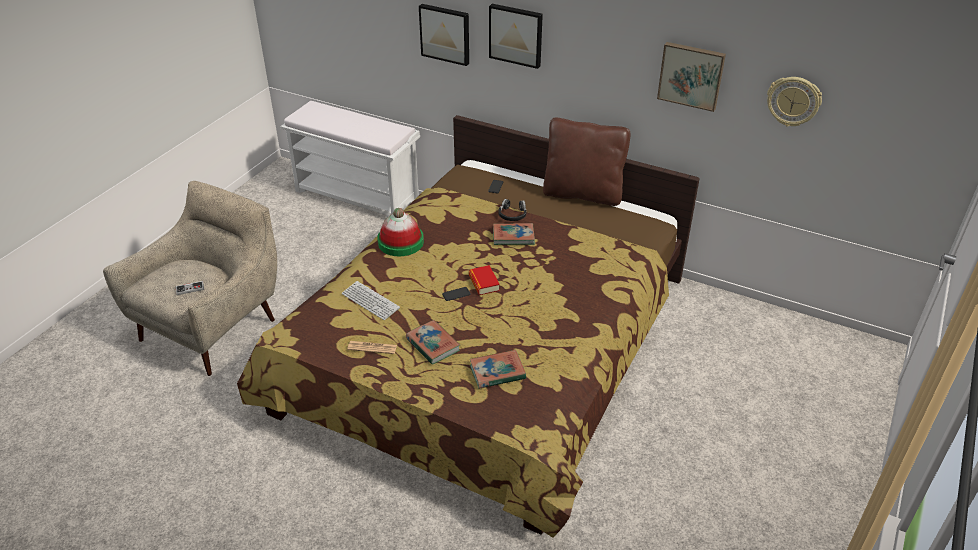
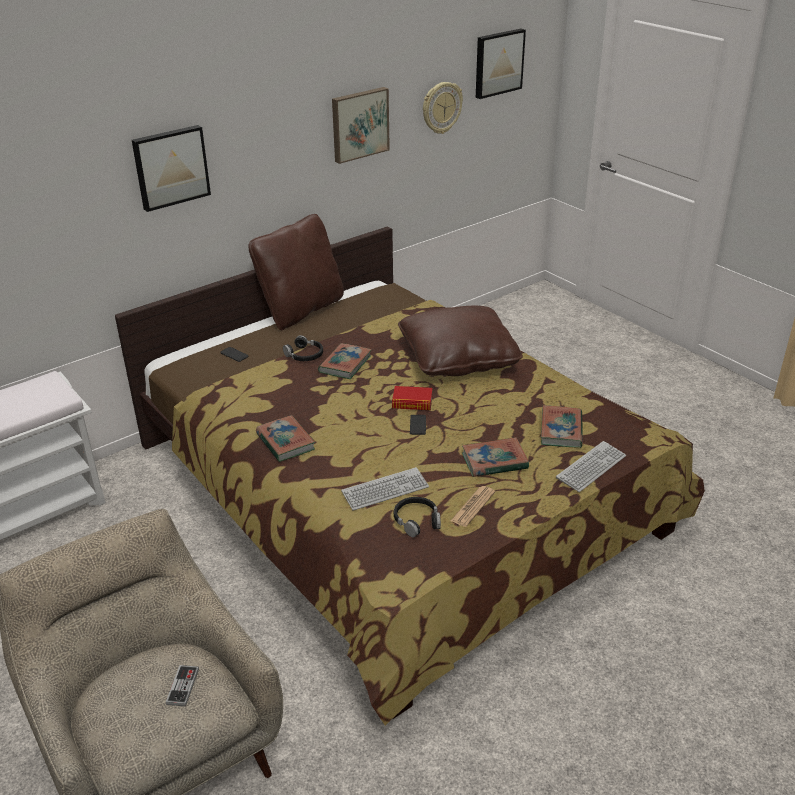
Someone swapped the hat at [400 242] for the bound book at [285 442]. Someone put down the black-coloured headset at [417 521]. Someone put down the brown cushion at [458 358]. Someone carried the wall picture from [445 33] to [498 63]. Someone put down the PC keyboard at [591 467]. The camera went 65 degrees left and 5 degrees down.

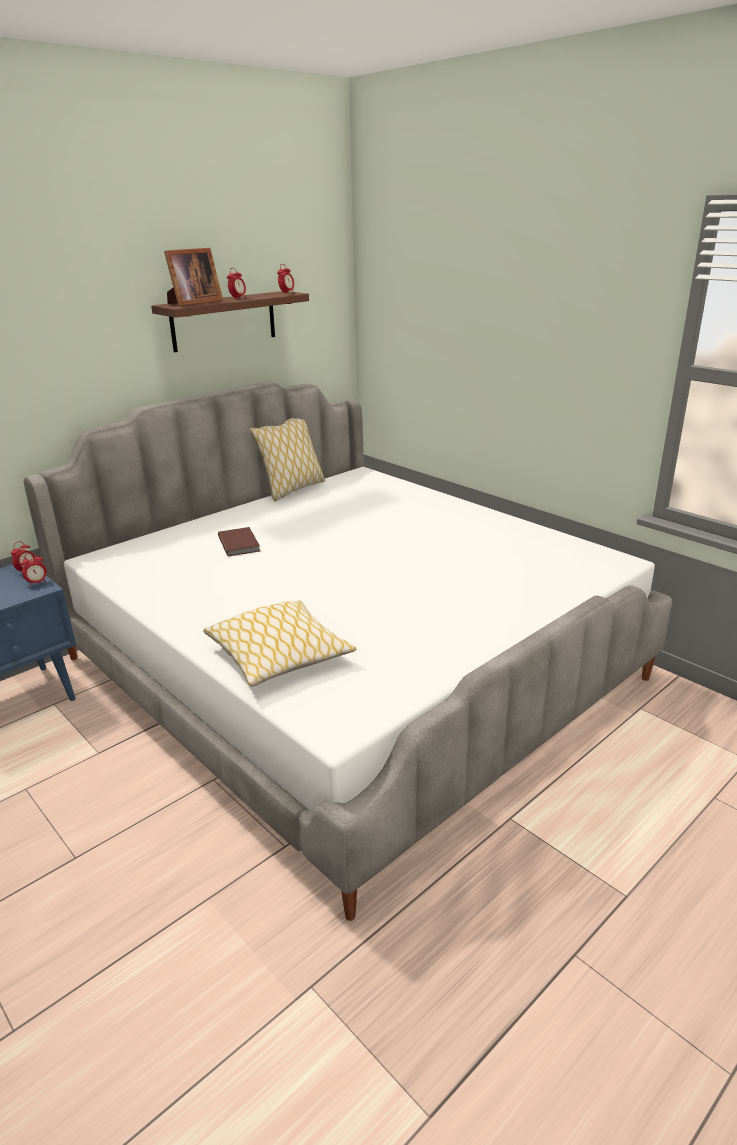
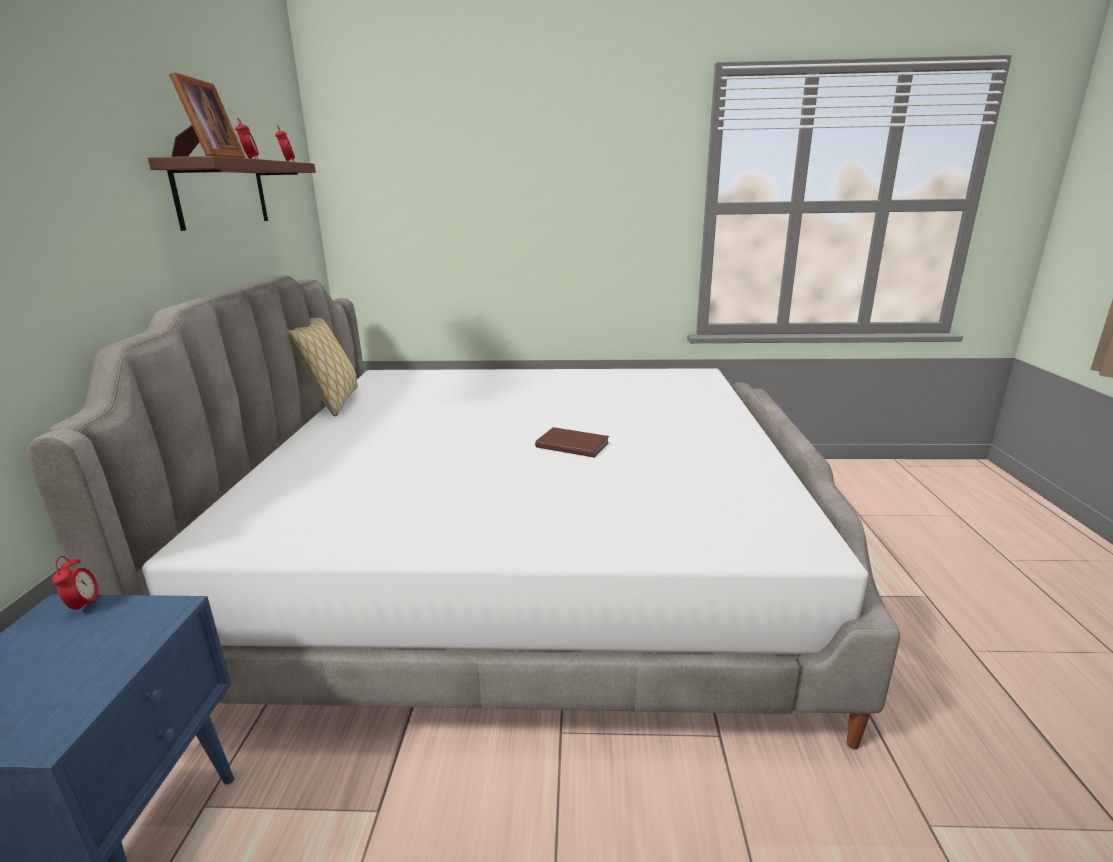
Someone carried the brown bound book from [240 543] to [572 444]. Someone took away the bedside clock at [37 583]. Someone took away the cushion at [279 656]. The camera went 45 degrees left and 5 degrees down.

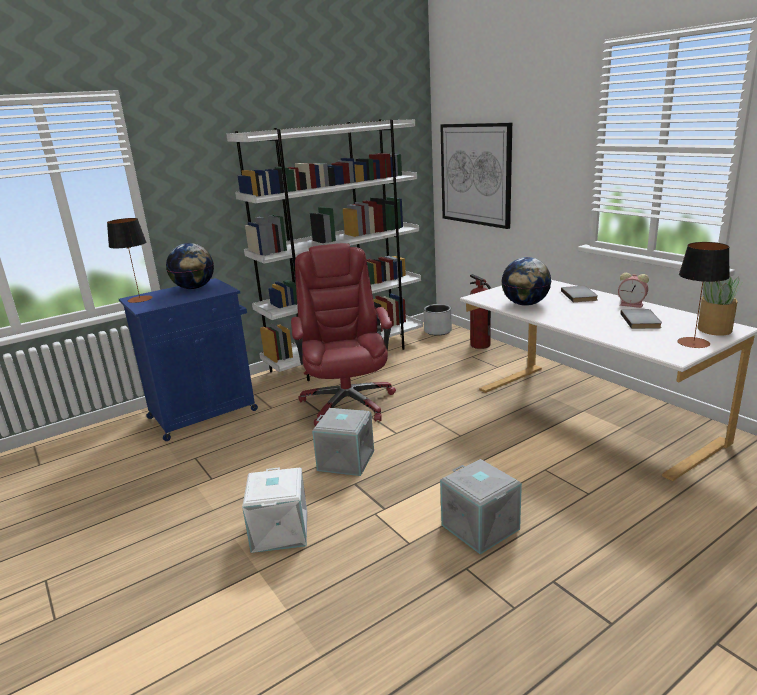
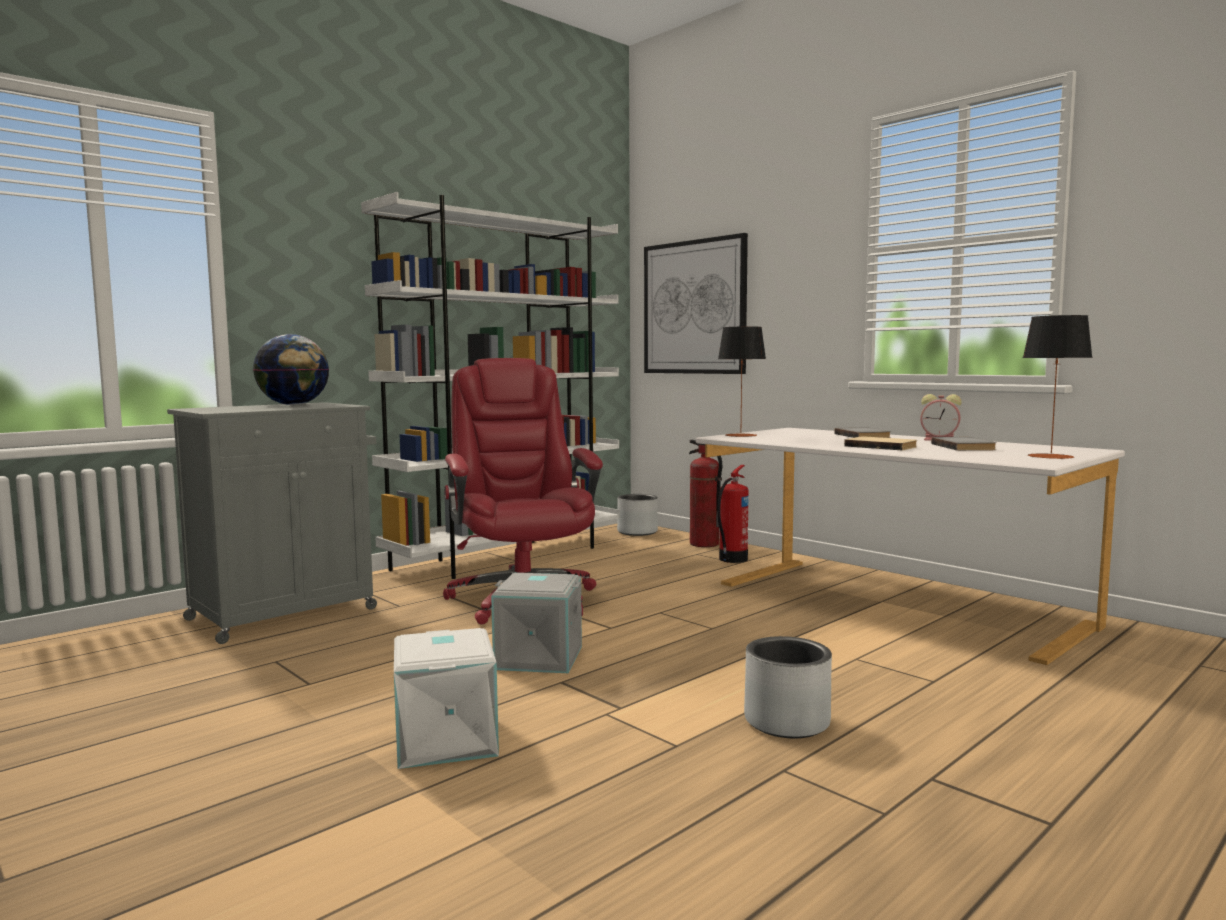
Someone repainted the blue-coloured cupboard at [205 413], which became the grey cupboard at [286 613]. Someone carried the lamp for a table from [140 299] to [740 435]. Someone put down the fire-fighting cylinder at [731 559]. Someone swapped the grey storage container at [481 527] for the grey planter at [787 722]. Someone put down the sand-coloured bound book at [881 446]. Someone took away the desk globe at [525 304]. Someone took away the potted plant at [714 329]. The camera went 10 degrees left and 15 degrees down.

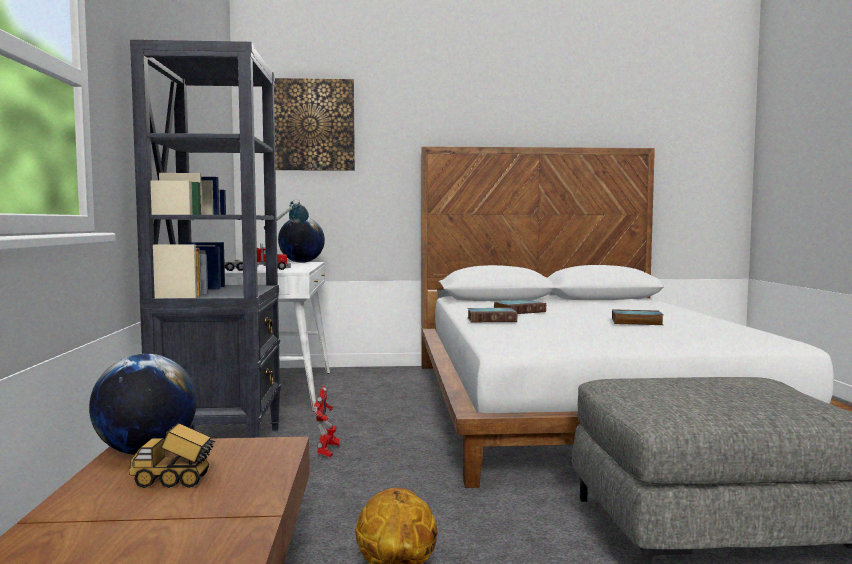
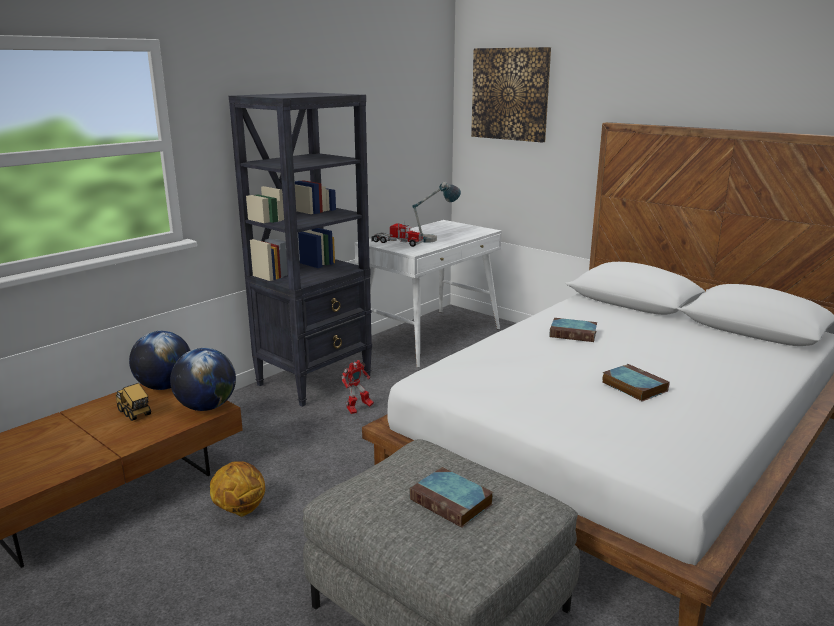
Someone carried the desk globe from [301 262] to [206 407]. Someone carried the bound book from [492 319] to [452 502]. The camera went 45 degrees right and 15 degrees up.

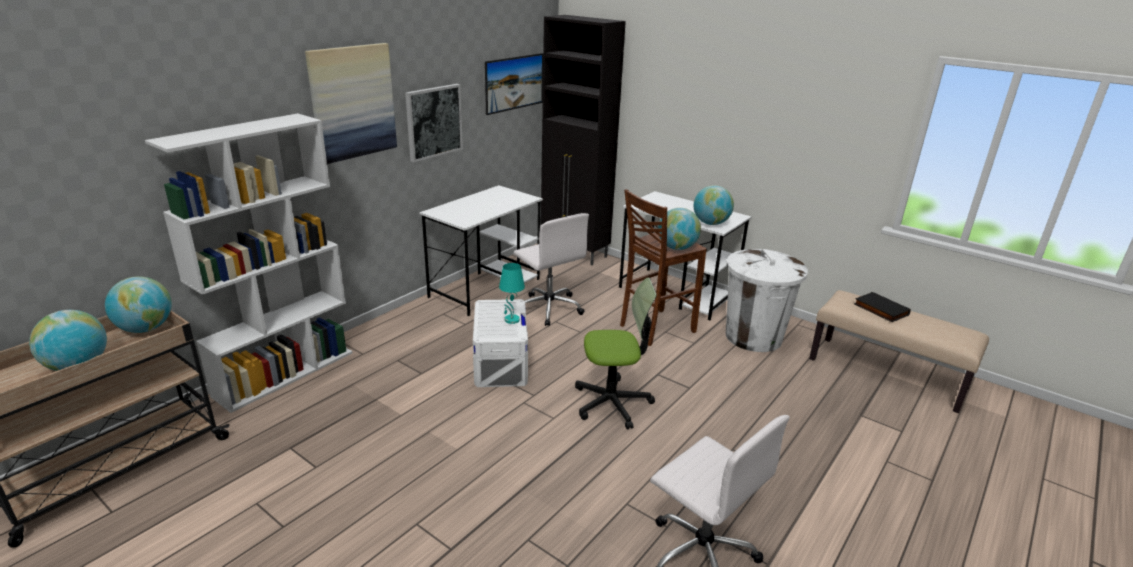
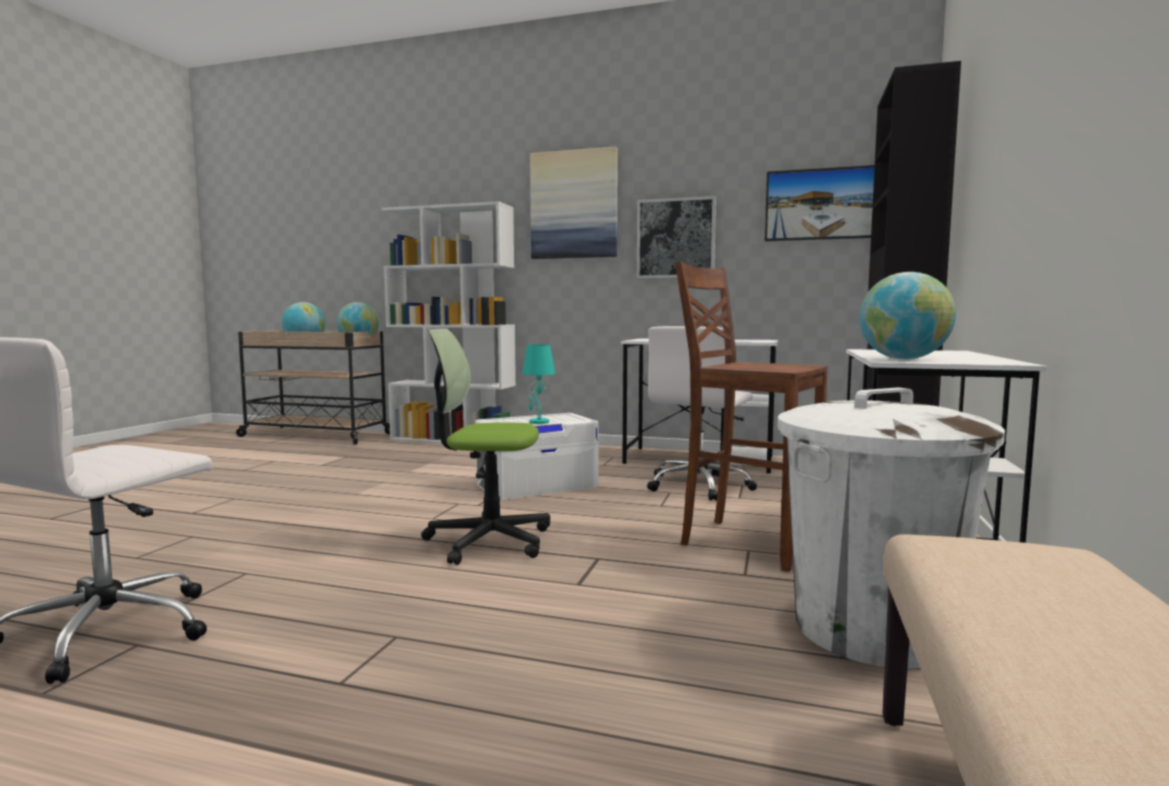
Someone rotated the computer chair at [612 403] by 120 degrees clockwise. Someone took away the desk globe at [677 248]. Someone took away the black-coloured bound book at [880 309]. The camera went 70 degrees right and 20 degrees down.

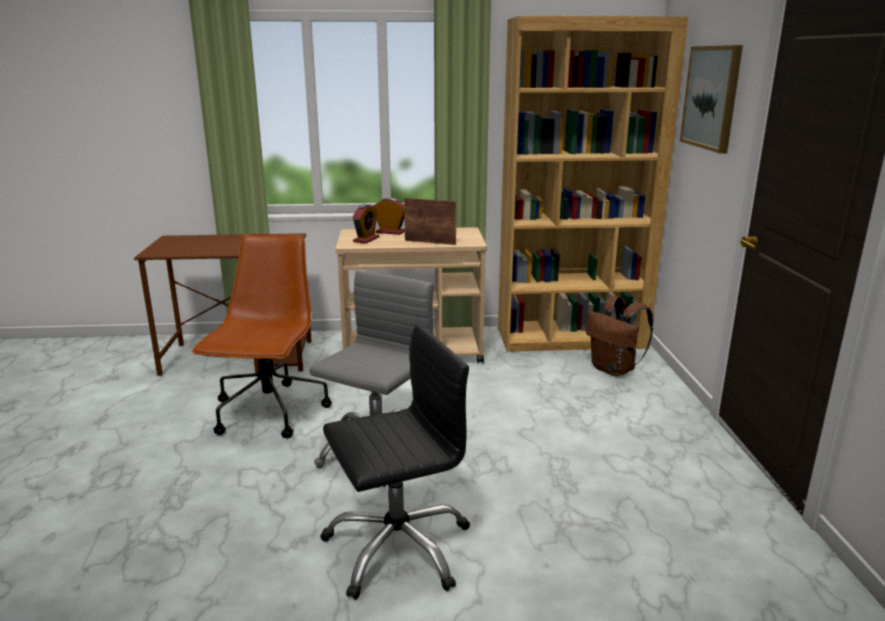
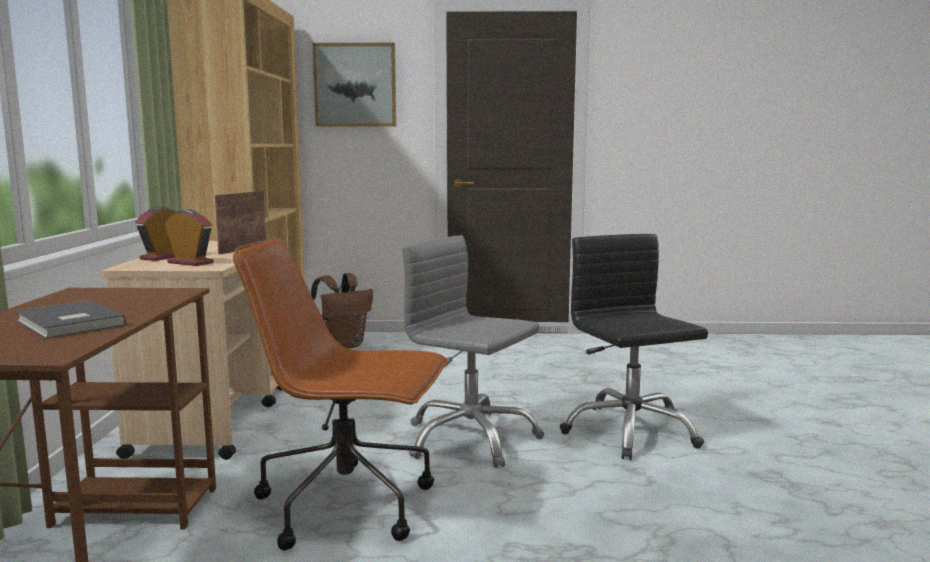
Someone put down the grey bound book at [67 323]. The camera went 85 degrees left and 10 degrees down.

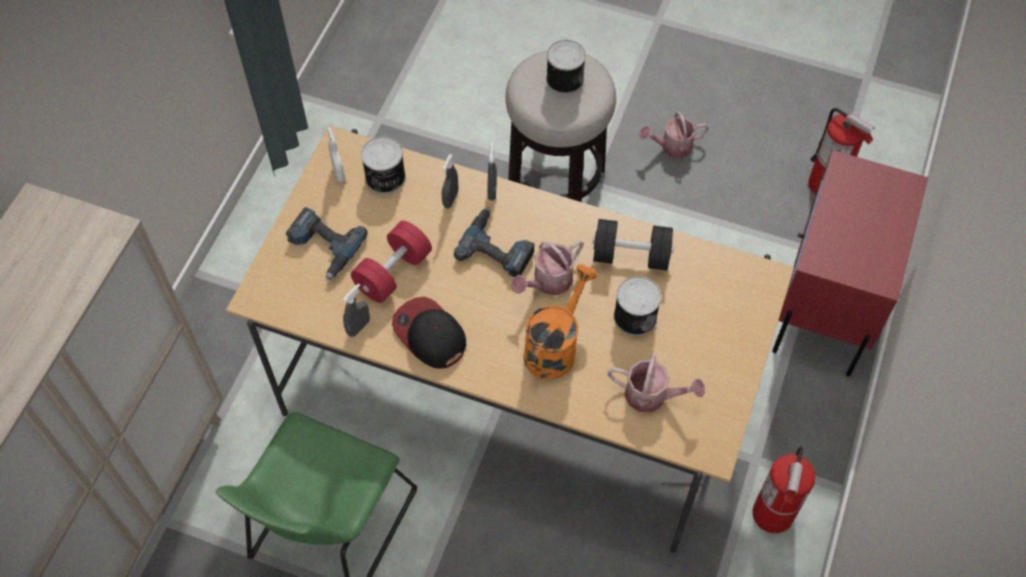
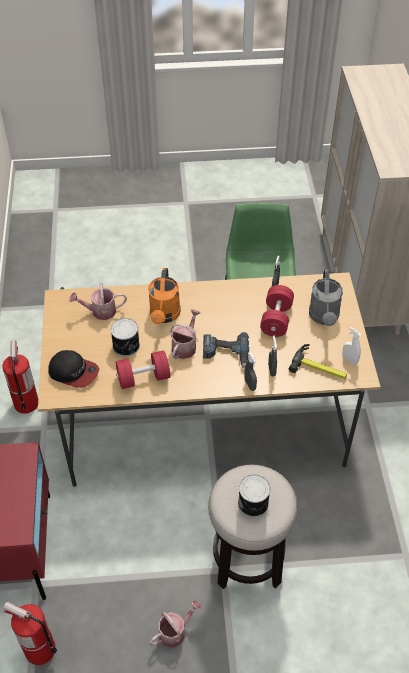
Someone carried the cap from [429 334] to [74 372]. Someone repainted the black-coloured free weight at [631 255], which became the reddish free weight at [143 378]. Someone swapped the sealed can at [385 178] for the hand hammer at [320 367]. Someone swapped the electric drill at [323 247] for the grey sprinkling can at [324 317]. The camera went 155 degrees right and 10 degrees down.

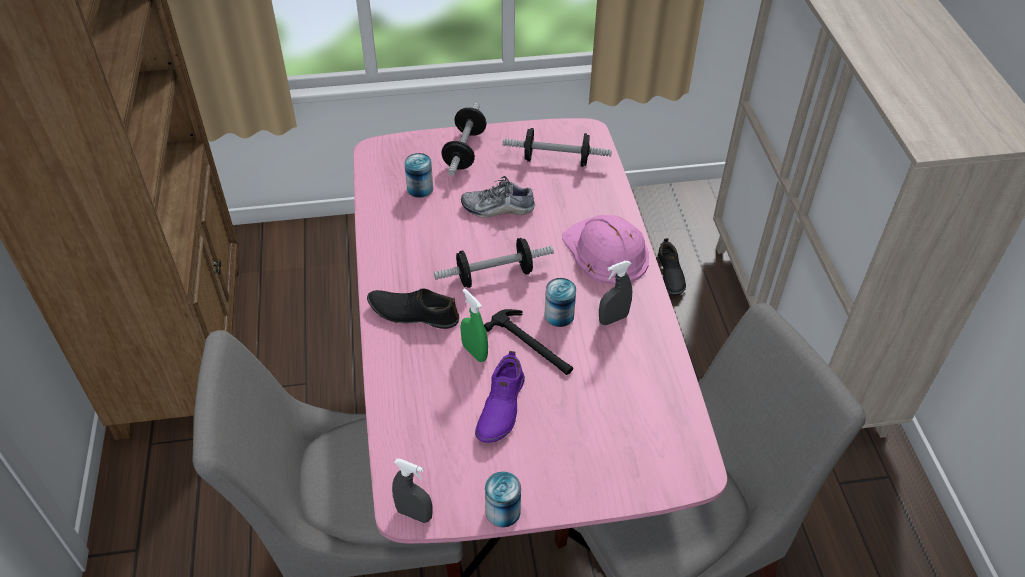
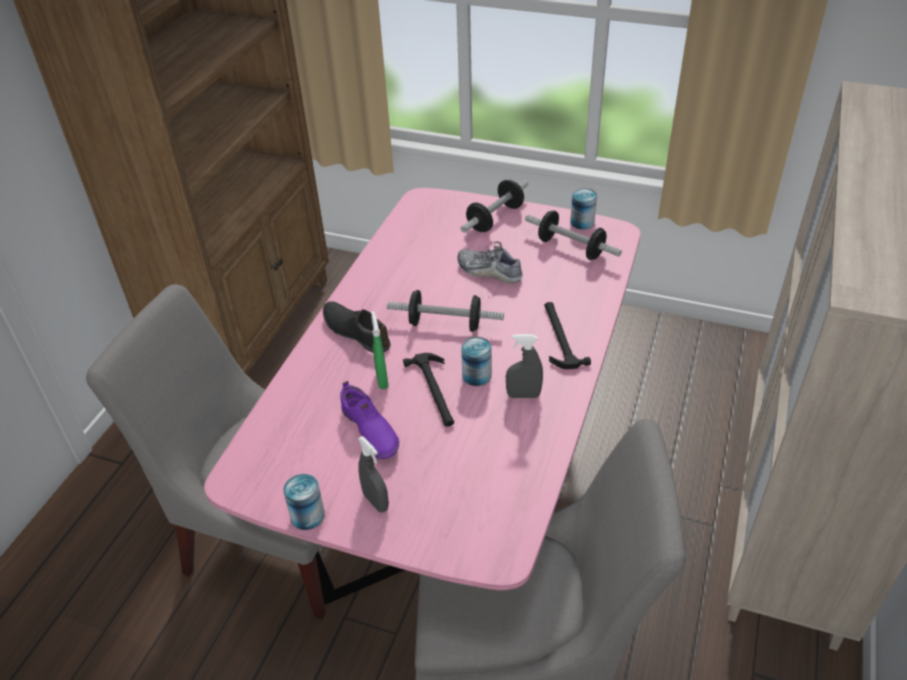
Someone rotated the purple item of footwear at [500 407] by 75 degrees counterclockwise. Someone carried the grey spray bottle from [414 514] to [375 501]. Someone swapped the pink-coloured hard hat at [605 252] for the hand hammer at [559 337]. Someone carried the sealed can from [420 188] to [582 222]. Someone took away the black-coloured item of footwear at [669 275]. The camera went 30 degrees right and 5 degrees down.

